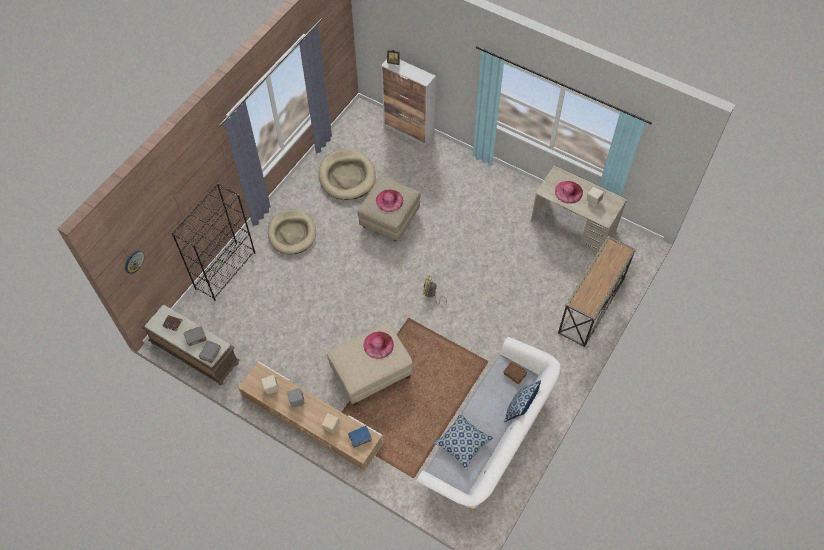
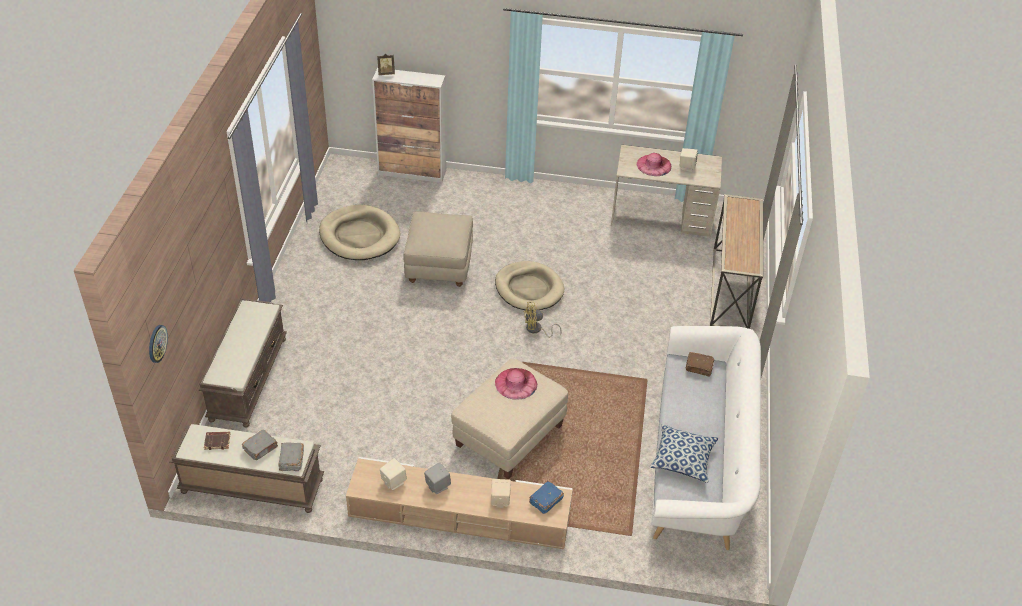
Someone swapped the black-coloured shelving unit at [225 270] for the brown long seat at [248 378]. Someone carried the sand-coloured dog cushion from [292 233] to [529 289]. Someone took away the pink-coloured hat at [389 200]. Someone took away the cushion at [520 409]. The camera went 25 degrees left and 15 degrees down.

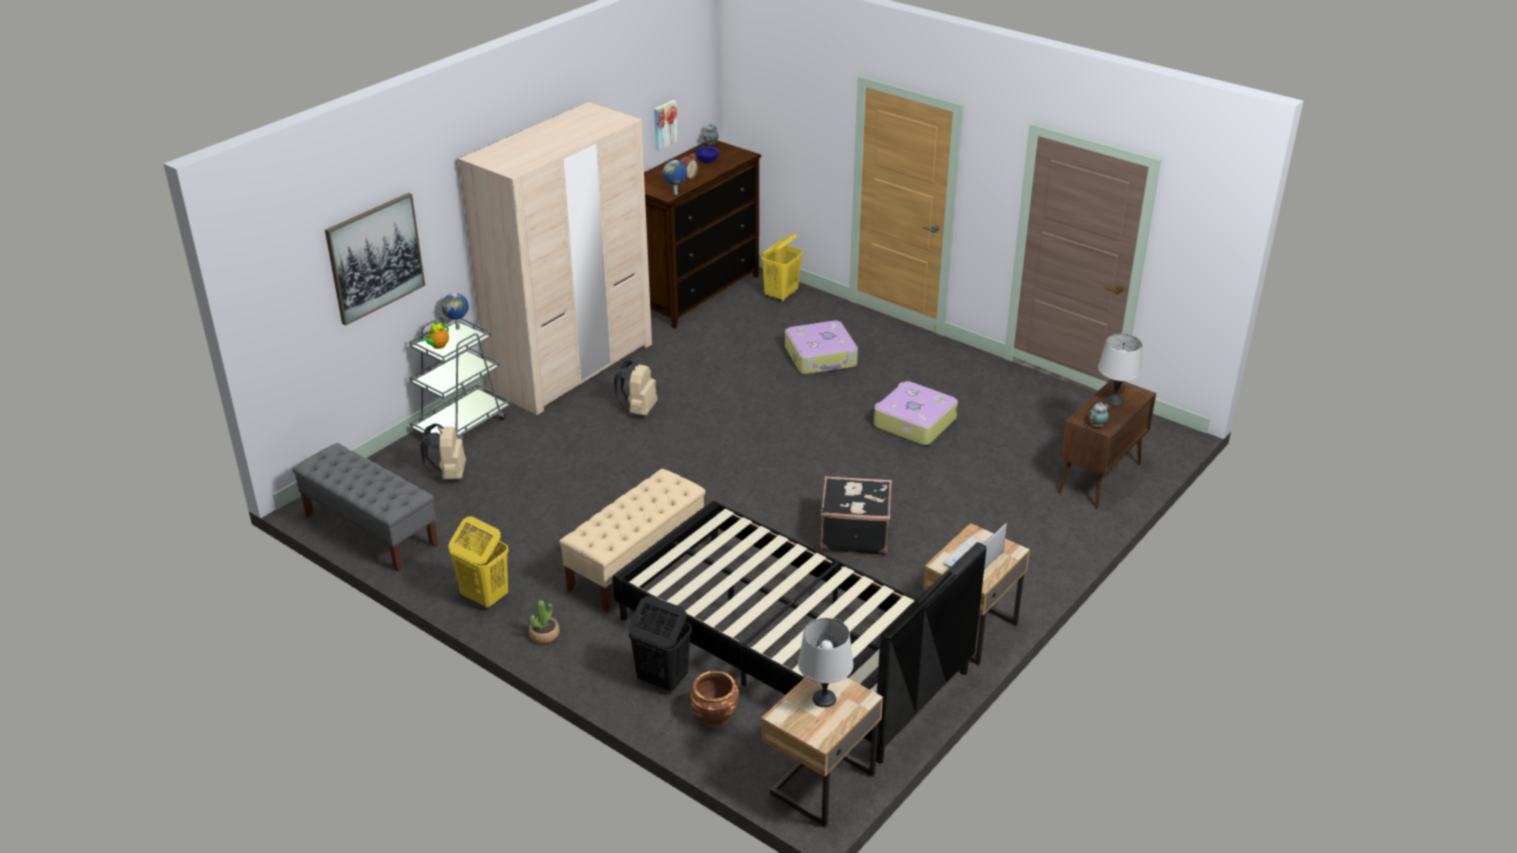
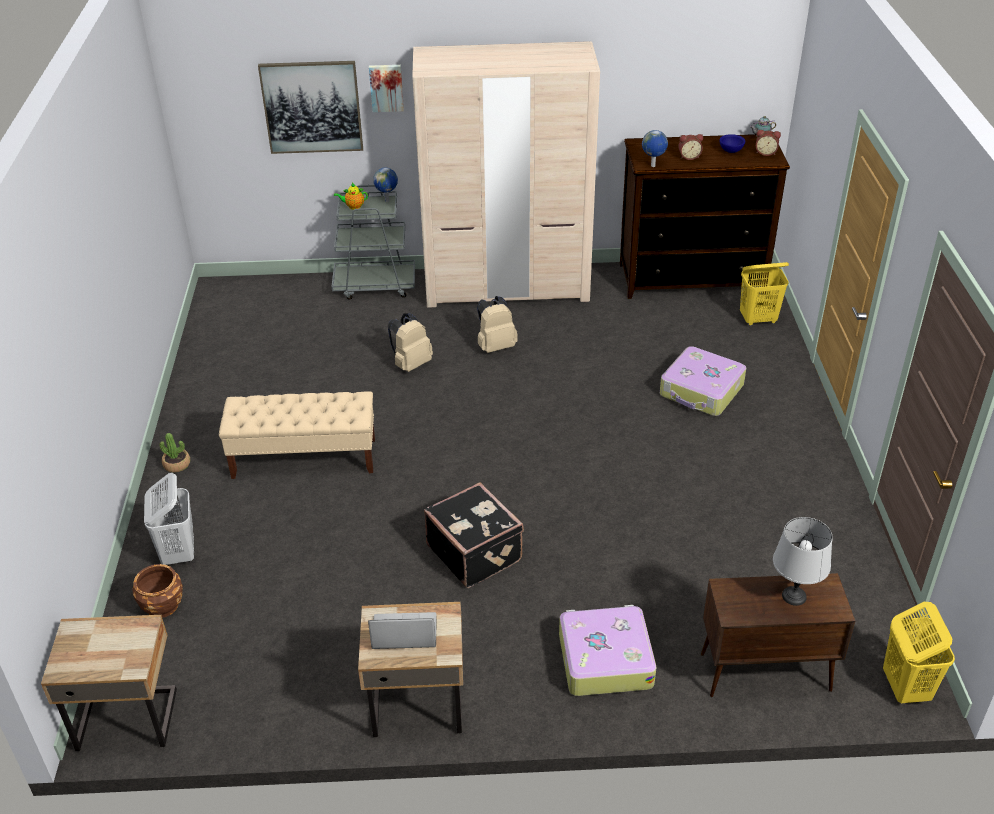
Someone repainted the black-coloured washing basket at [662 680], which became the whitish washing basket at [179 553]. Someone carried the wall picture from [664 124] to [386 87]. Someone carried the sand-coloured knapsack from [449 474] to [411 364]. Someone carried the piece of luggage from [913 423] to [604 659]. Someone put down the bedside clock at [765 152]. Someone carried the yellowish washing basket from [484 597] to [905 687]. Someone took away the grey long seat at [370 530]. Someone took away the black-coloured sleeping bed at [790 645]. Someone took away the grey lamp for a table at [824 698]. Someone took away the tea pot at [1097 425]. The camera went 50 degrees right and 5 degrees up.

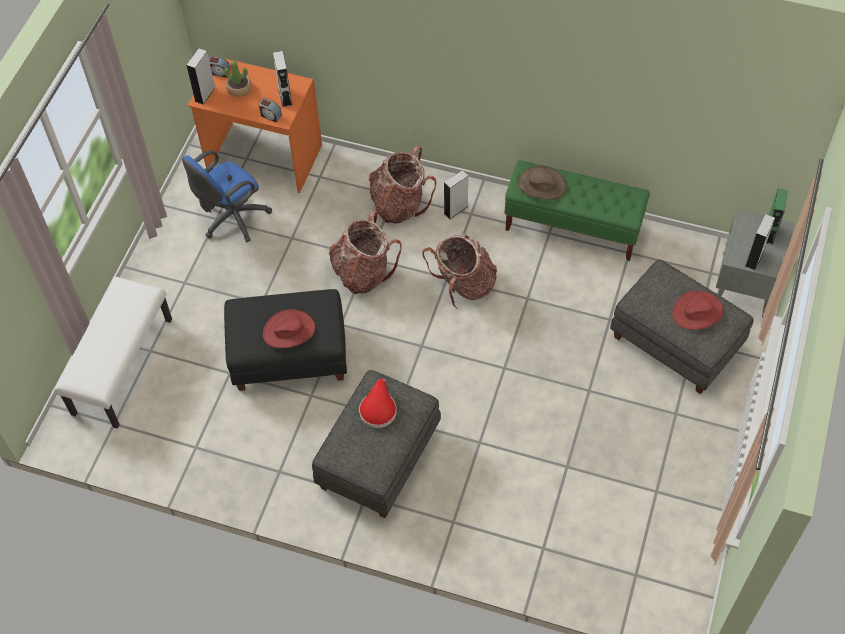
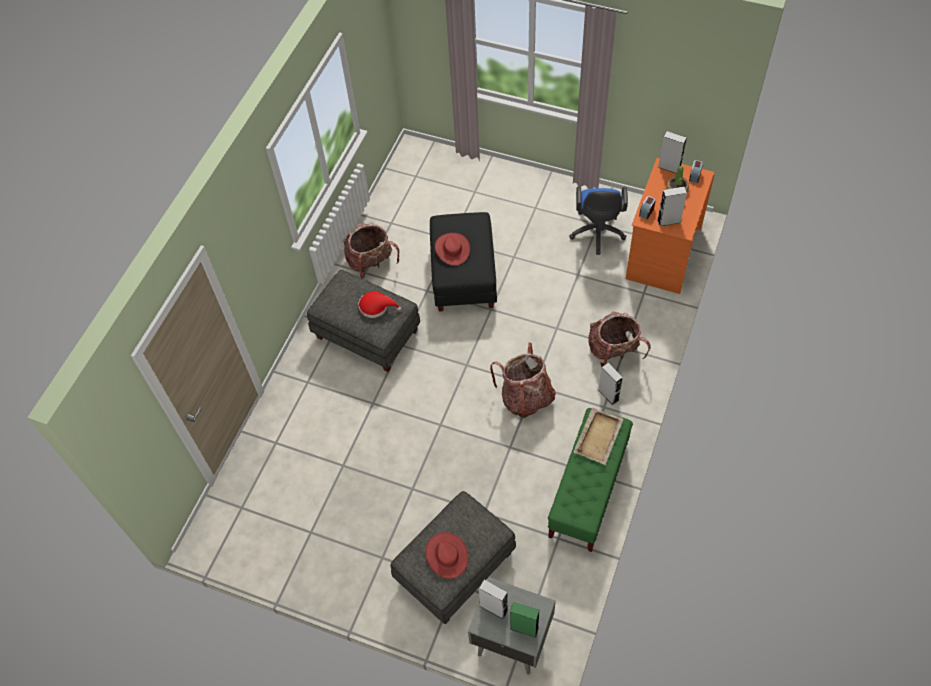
Someone carried the knapsack from [363 272] to [371 263]. Someone rotated the blue-coloured computer chair at [231 219] by 135 degrees counterclockwise. Someone swapped the brown hat at [541 185] for the sand-coloured tray at [598 436]. Someone took away the whitish long seat at [122 365]. The camera went 95 degrees right and 0 degrees up.

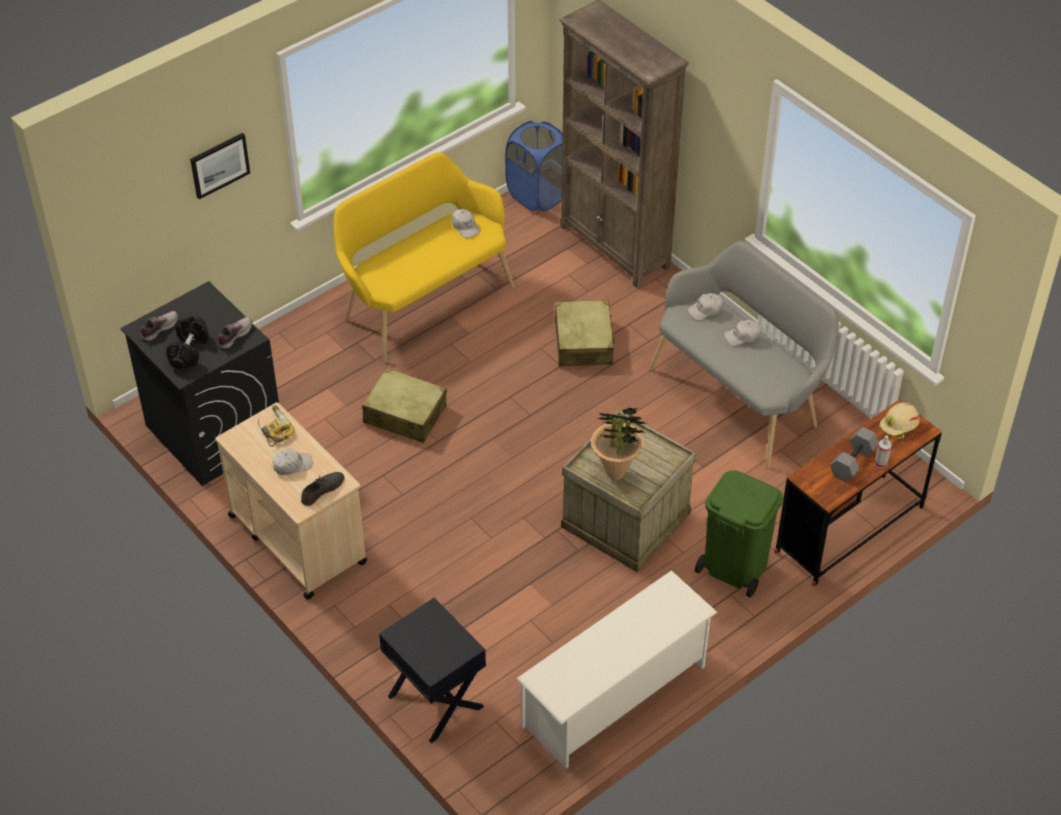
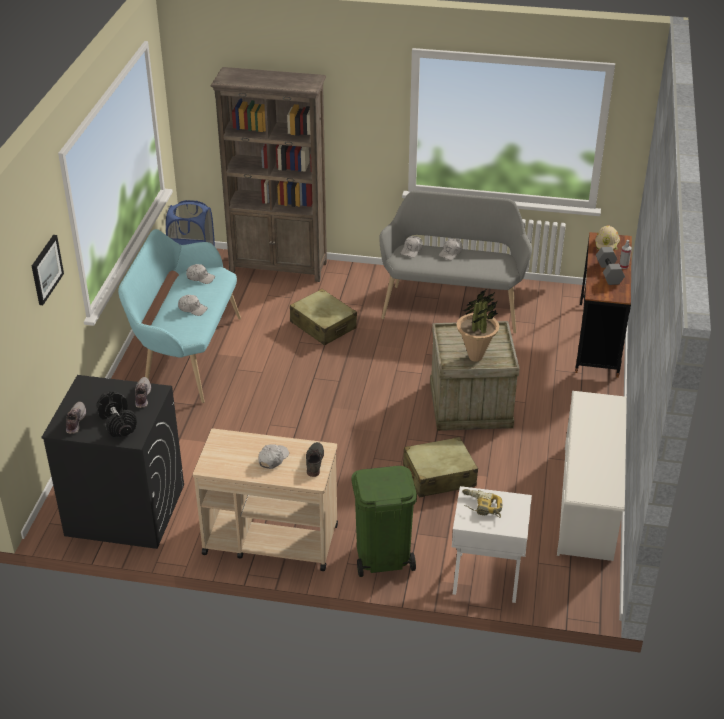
Someone repainted the yellowish long seat at [423 301], which became the turquoise-coloured long seat at [187 355]. Someone put down the whitish cap at [192 309]. Someone carried the green rubbish bin from [734 567] to [382 557]. Someone carried the sand-coloured piece of luggage from [405 414] to [438 476]. Someone repainted the black-coloured night table at [434 702], which became the whitish night table at [486 577]. Someone carried the electric drill from [274 429] to [481 507]. The camera went 40 degrees left and 10 degrees down.

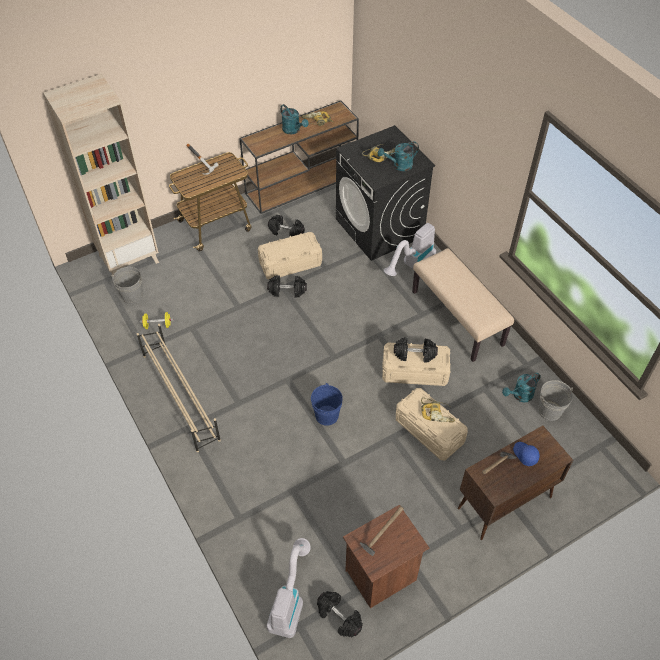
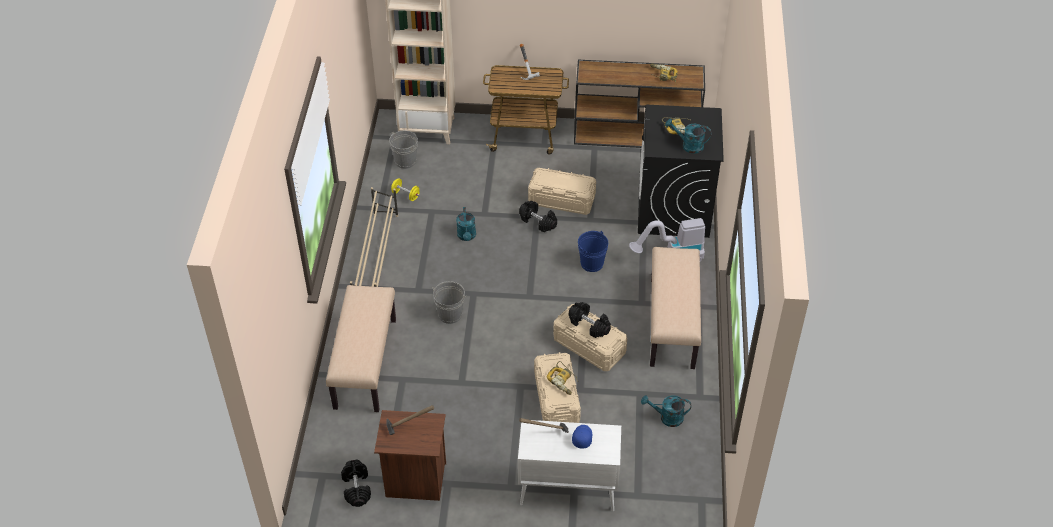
Someone put down the sand-coloured long seat at [364 363]. Someone carried the grey water bucket from [549 411] to [450 314]. Someone carried the turquoise-coloured sprinkling can from [293 130] to [467 236]. Someone repainted the brown cupboard at [503 503], which became the whitish cupboard at [566 490]. Someone carried the blue-coloured water bucket from [326 415] to [592 263]. Someone took away the vacuum cleaner at [289 600]. Someone took away the black-coloured free weight at [286 232]. The camera went 35 degrees right and 5 degrees down.

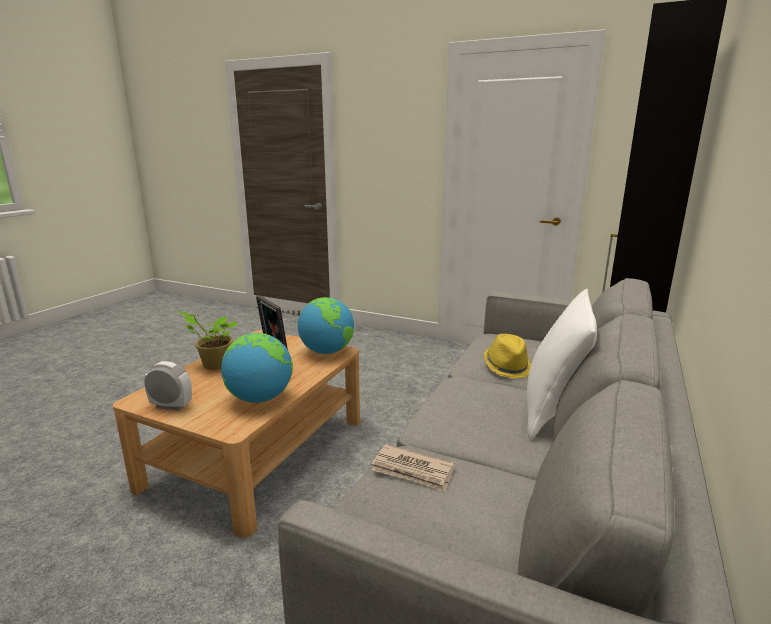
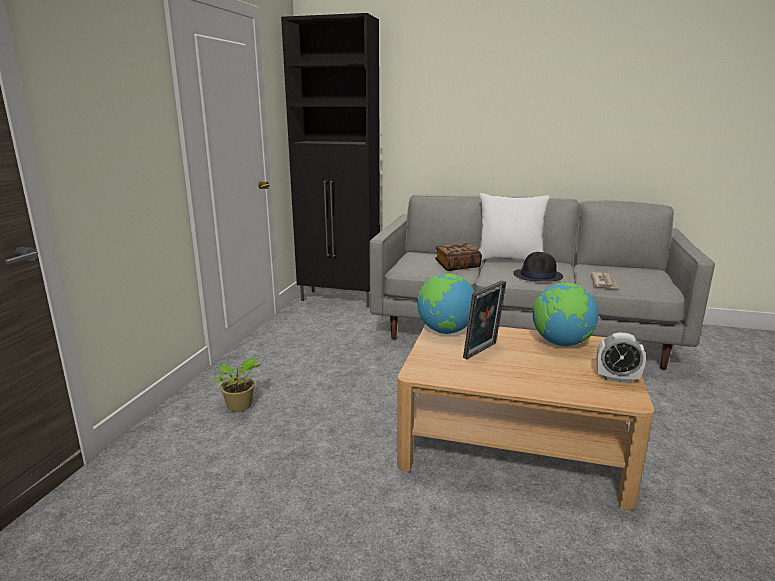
Someone carried the potted plant from [214 365] to [240 407]. Someone swapped the yellowish hat at [507 367] for the bound book at [457 266]. Someone put down the black-coloured hat at [538 276]. Someone rotated the bedside clock at [171 406] by 75 degrees counterclockwise. The camera went 100 degrees left and 0 degrees up.

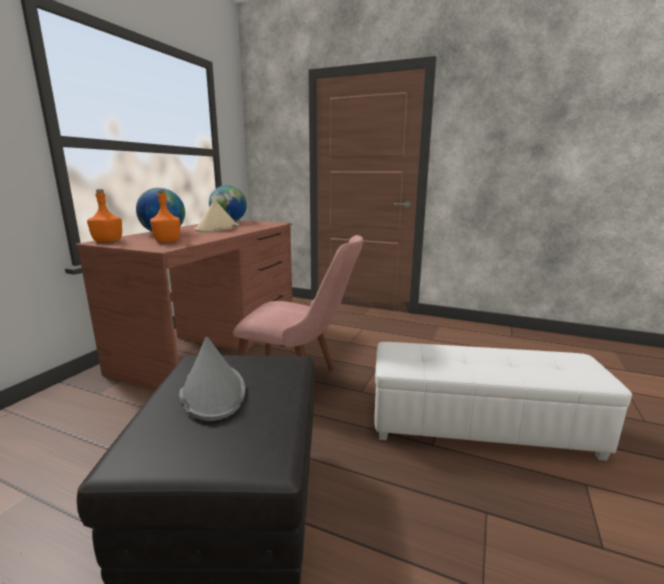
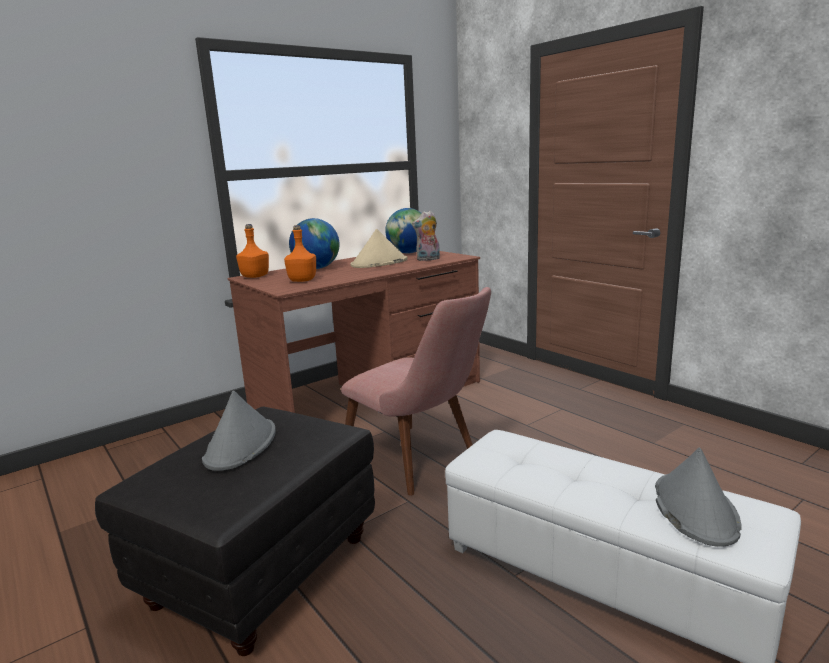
Someone put down the soft toy at [428 259]. Someone put down the grey hat at [694 509]. The camera went 30 degrees right and 0 degrees up.

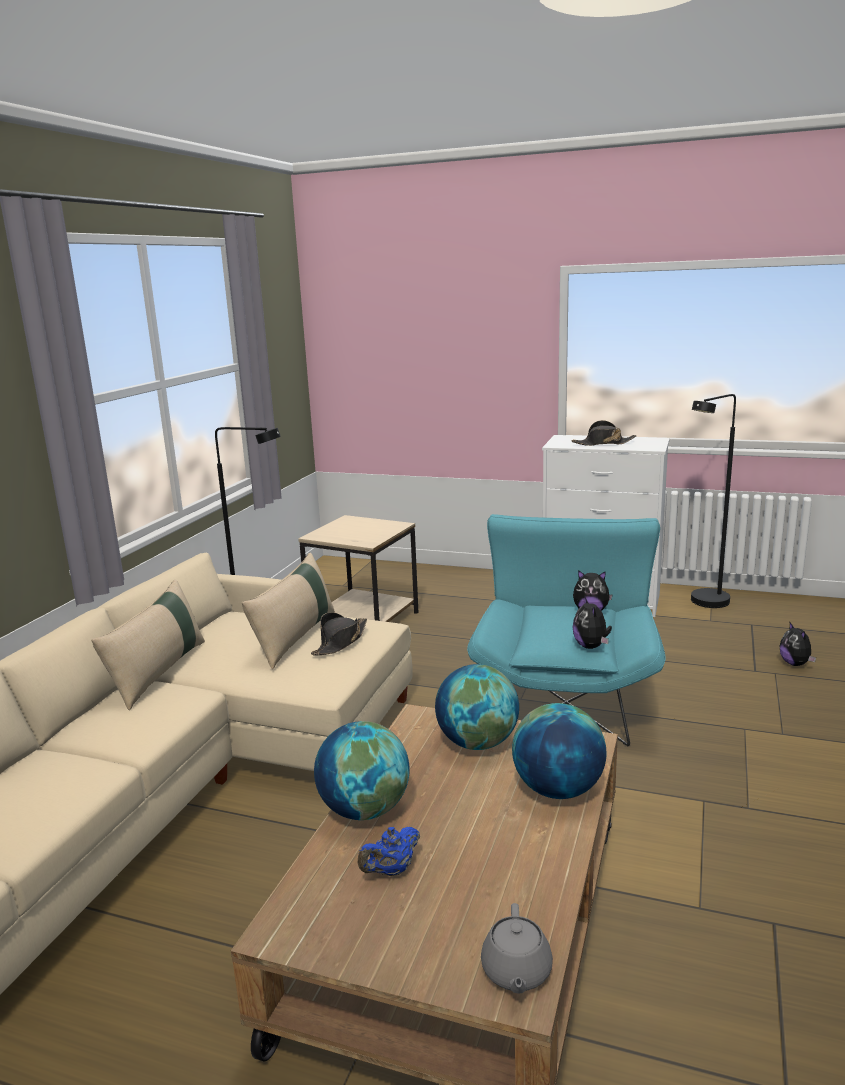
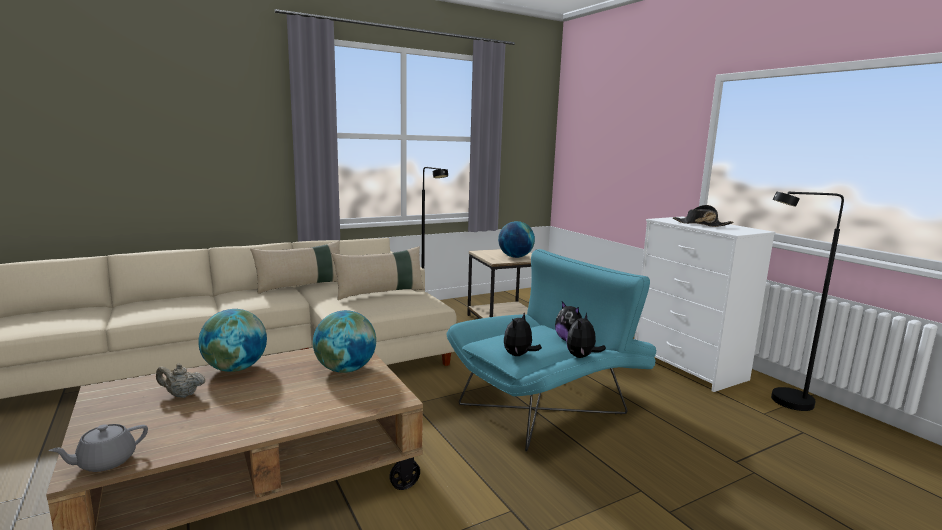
Someone repainted the blue-coloured tea pot at [391 871], which became the sand-coloured tea pot at [181 395]. Someone carried the desk globe from [557 790] to [515 257]. Someone carried the soft toy from [795 664] to [581 357]. Someone took away the black-coloured hat at [340 642]. The camera went 40 degrees right and 5 degrees down.

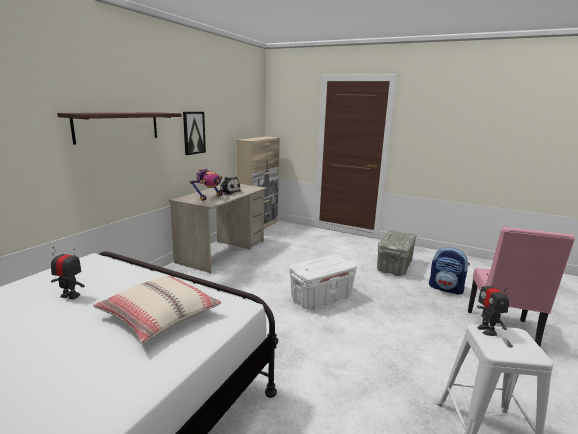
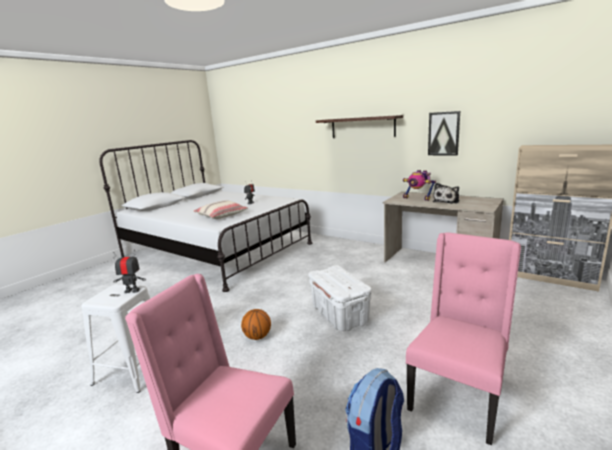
Someone put down the basketball ball at [257 337]. Someone swapped the grey storage container at [394 266] for the pink-coloured upright chair at [457 397]. The camera went 100 degrees right and 0 degrees up.

